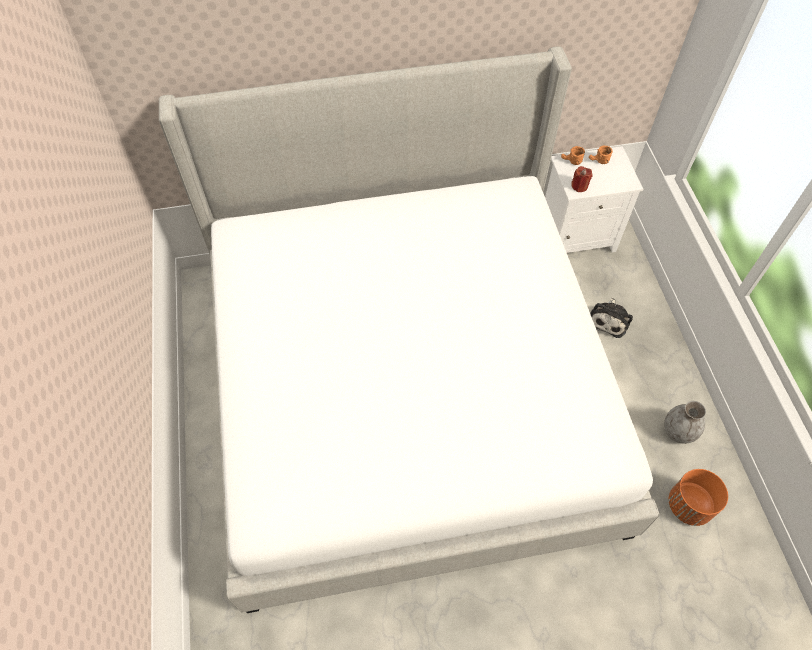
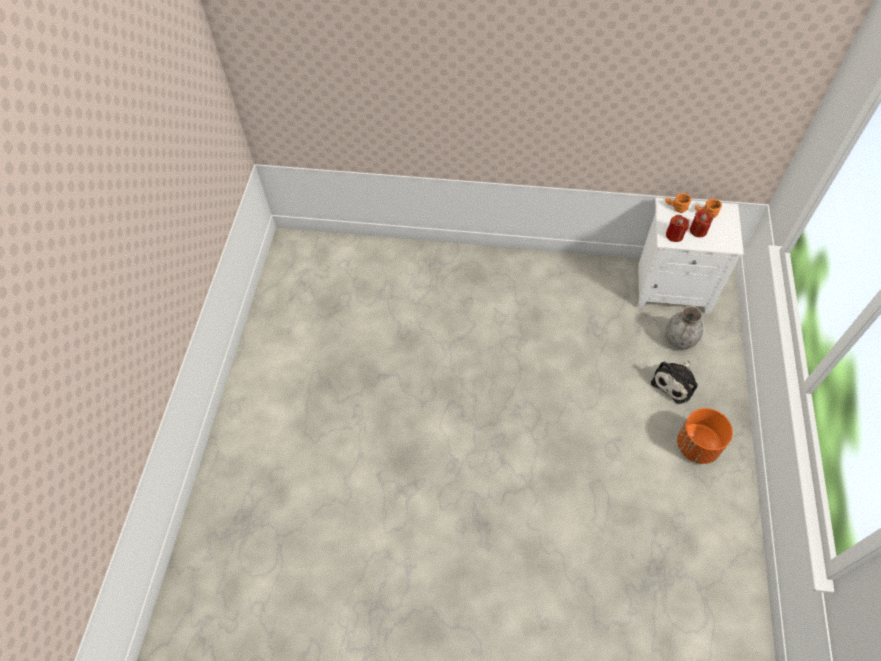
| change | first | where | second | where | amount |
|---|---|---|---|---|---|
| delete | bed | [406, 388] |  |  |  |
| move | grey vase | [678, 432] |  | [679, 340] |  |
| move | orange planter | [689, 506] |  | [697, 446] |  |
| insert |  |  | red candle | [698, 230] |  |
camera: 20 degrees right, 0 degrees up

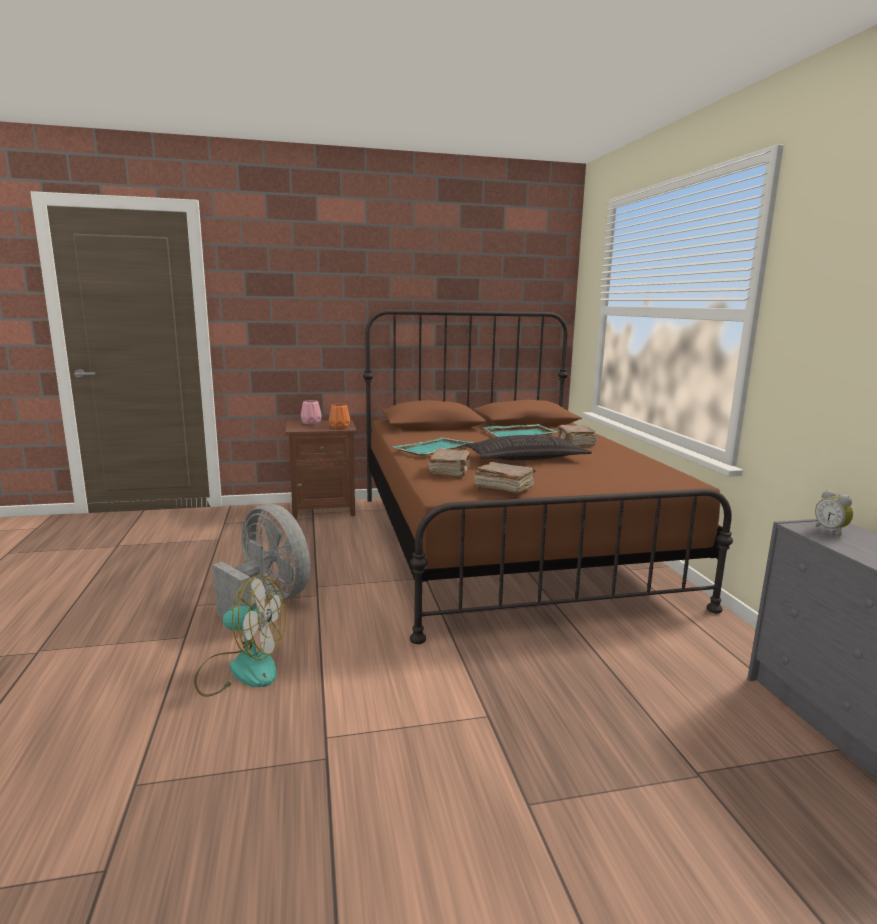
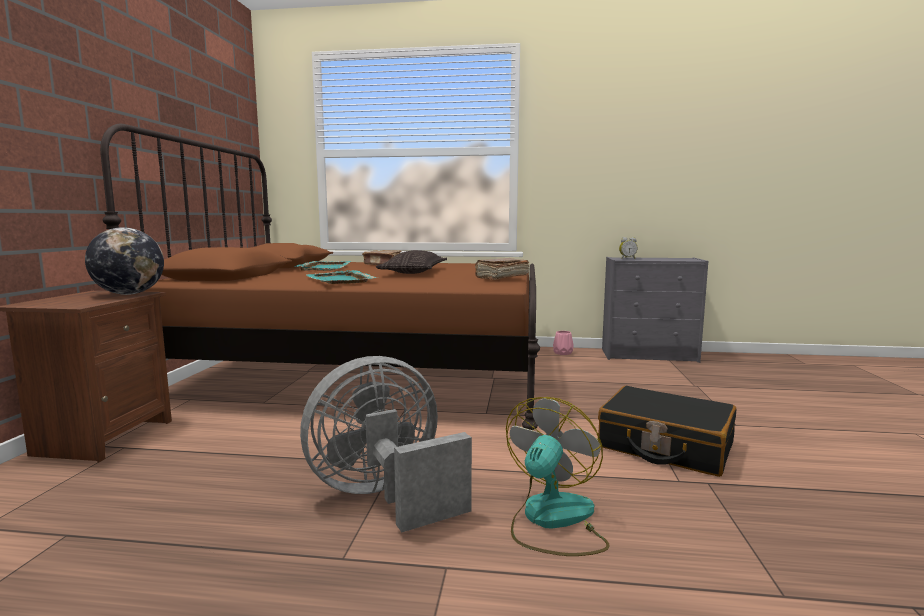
| change | first | where | second | where | amount |
|---|---|---|---|---|---|
| move | pink vase | [311, 423] |  | [562, 353] |  |
| replace | orange vase | [340, 427] | globe | [129, 294] |  |
| delete | brown book | [450, 471] |  |  |  |
| insert |  |  | black suitcase | [665, 446] |  |
camera: 70 degrees left, 5 degrees down

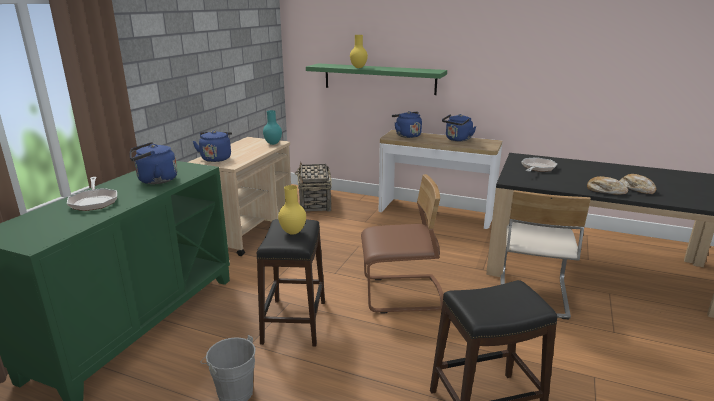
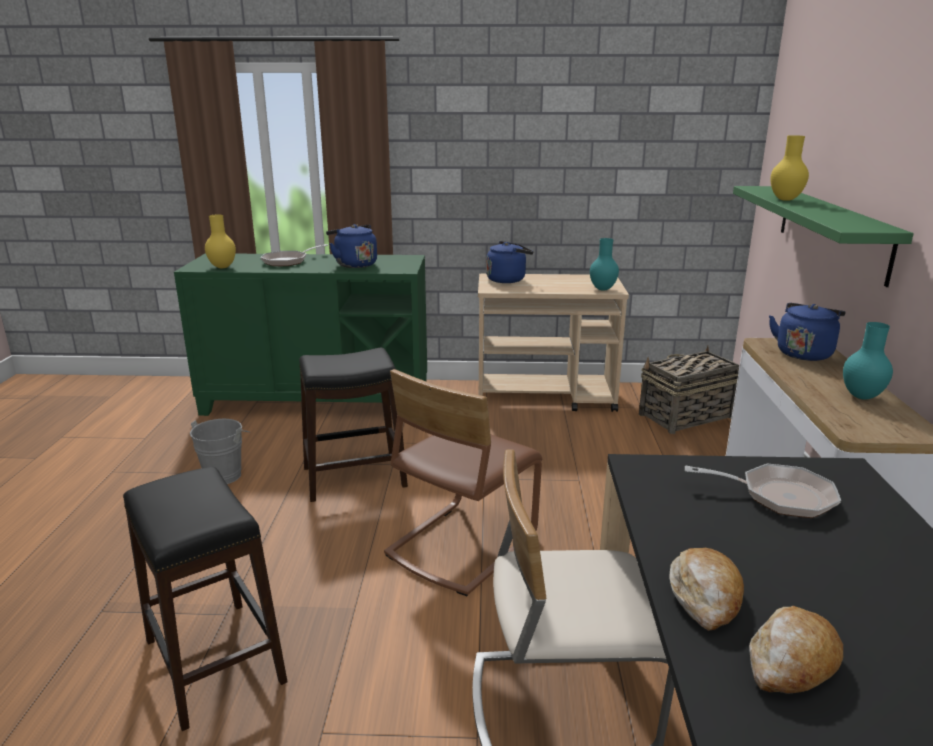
| change | first | where | second | where | amount |
|---|---|---|---|---|---|
| replace | blue kettle | [457, 139] | turquoise vase | [860, 396] |  |
| rotate | brown chair | [402, 295] |  | [461, 545] | 60 degrees clockwise |
| move | yellow vase | [292, 232] |  | [222, 267] |  |
camera: 70 degrees right, 0 degrees up

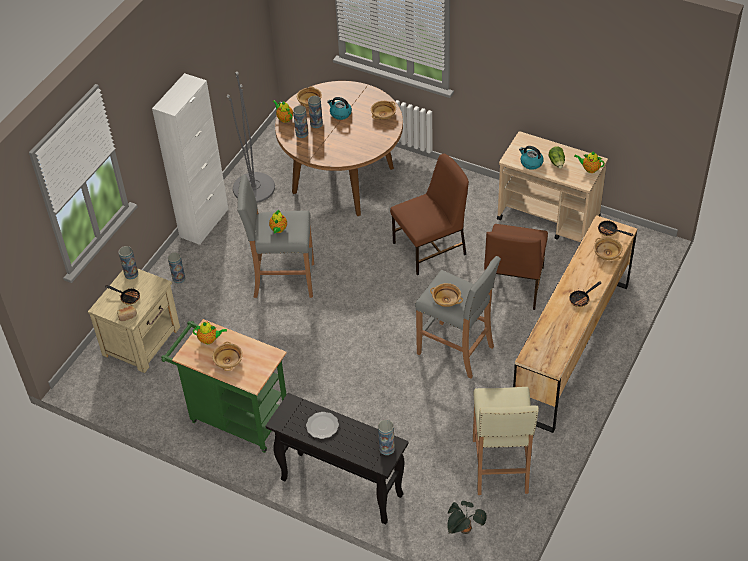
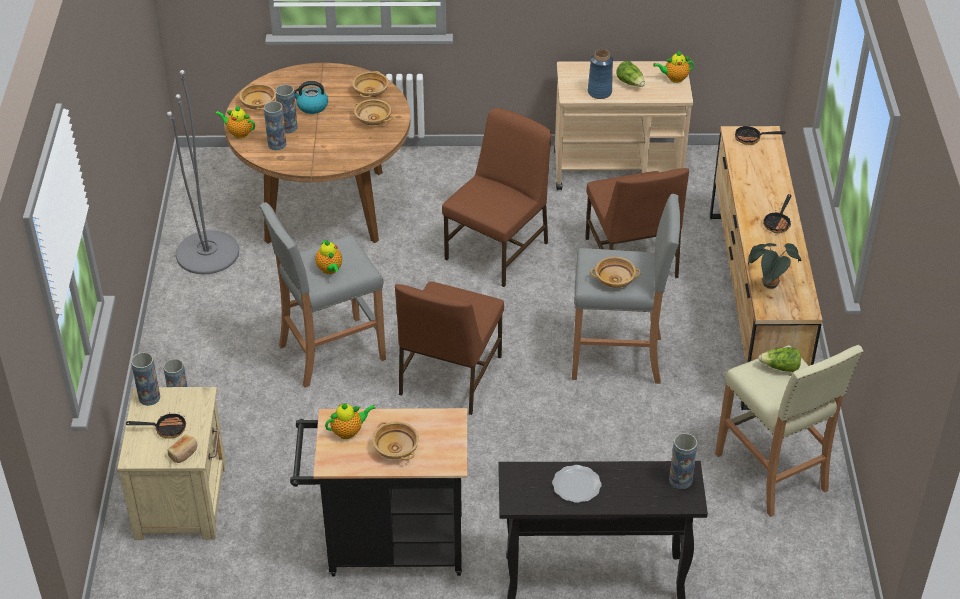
| change | first | where | second | where | amount |
|---|---|---|---|---|---|
| delete | white cabinet | [204, 223] |  |  |  |
| replace | kettle | [531, 163] | blue vase | [599, 92] |  |
| move | beige bowl | [606, 253] |  | [372, 119] |  |
| recolor | green cart | [235, 417] | black cart | [386, 547] |  |
| move | potted plant | [464, 531] |  | [770, 286] |  |
| insert |  |  | brown chair | [449, 376] |  |
| insert |  |  | lettuce | [780, 367] |  |
camera: 30 degrees left, 5 degrees down

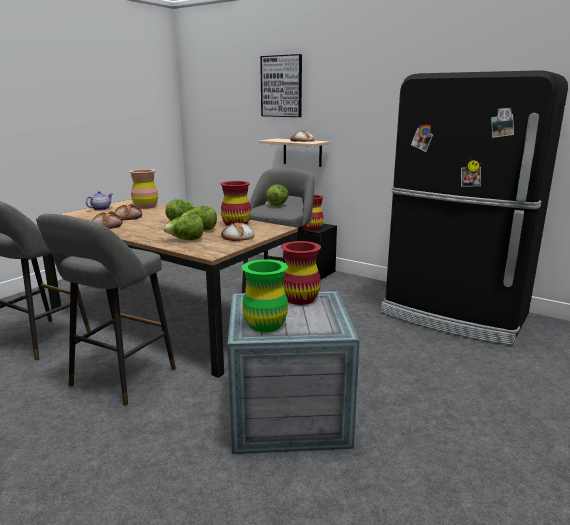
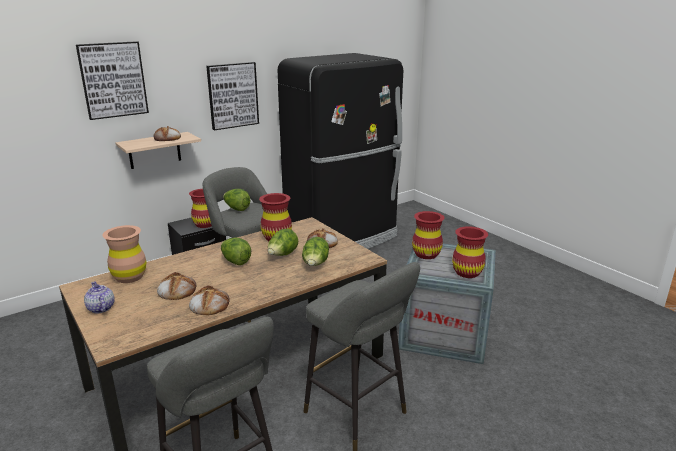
| change | first | where | second | where | amount |
|---|---|---|---|---|---|
| recolor | green vase | [265, 325] | red vase | [467, 272] |  |
| insert |  |  | picture | [233, 95] |  |
camera: 70 degrees left, 5 degrees up

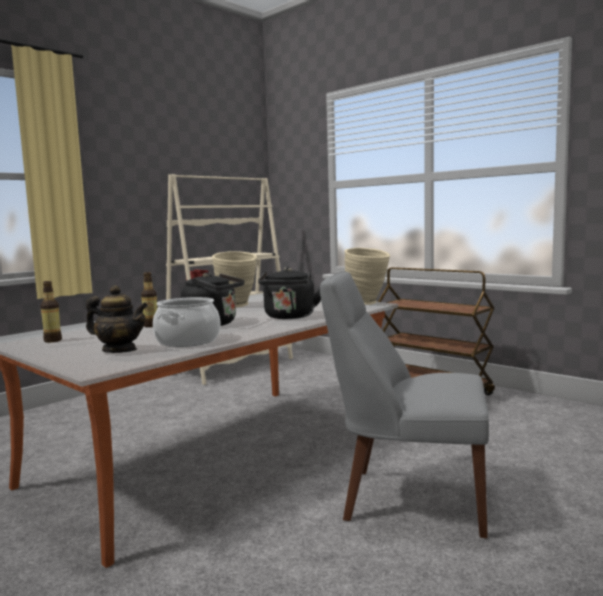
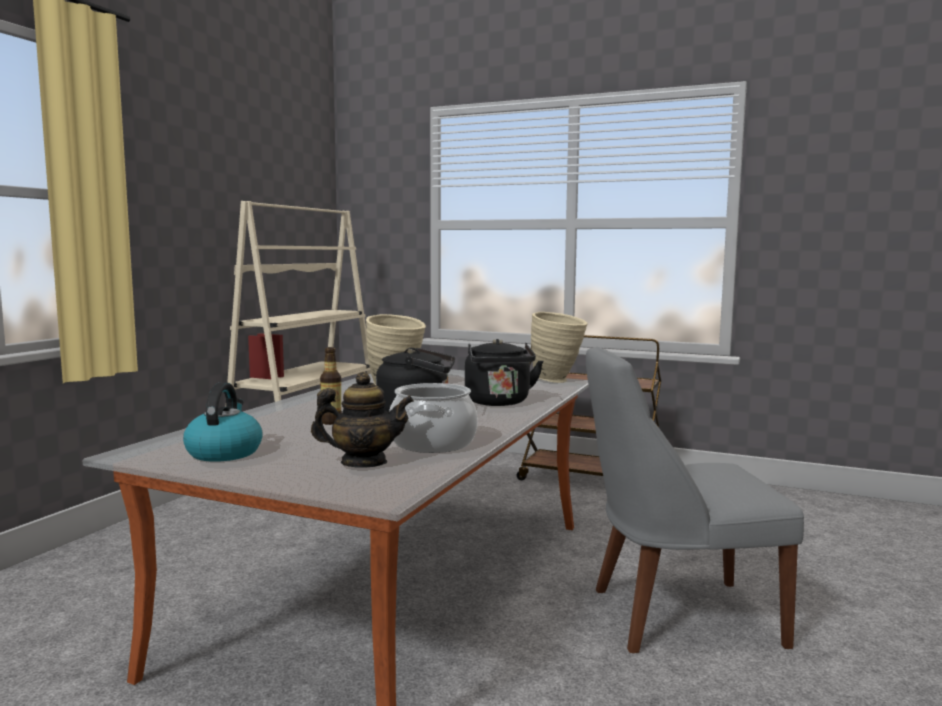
| change | first | where | second | where | amount |
|---|---|---|---|---|---|
| replace | bottle | [53, 340] | kettle | [224, 452] |  |
camera: 20 degrees left, 0 degrees up

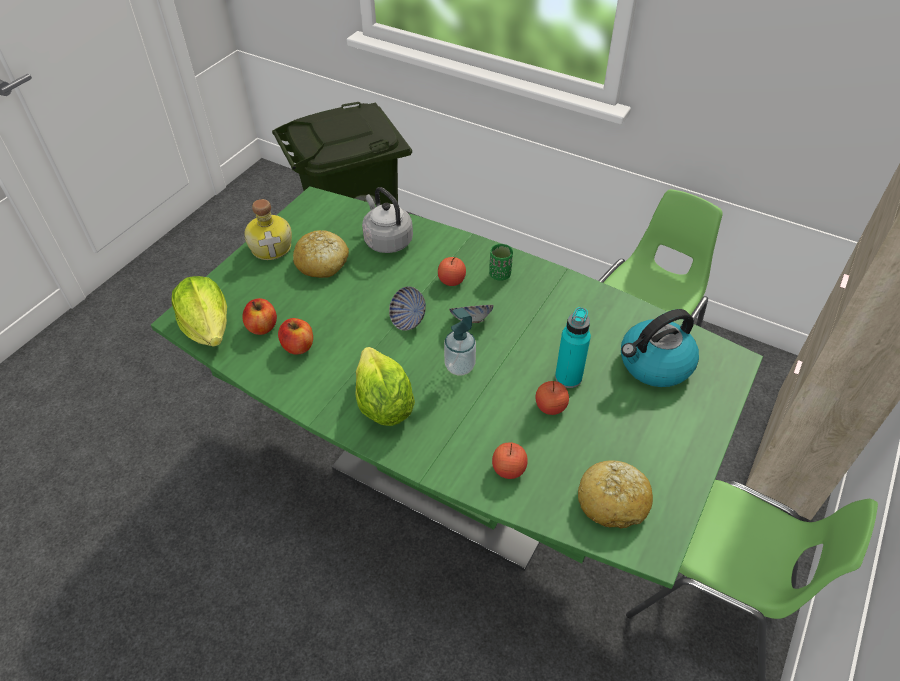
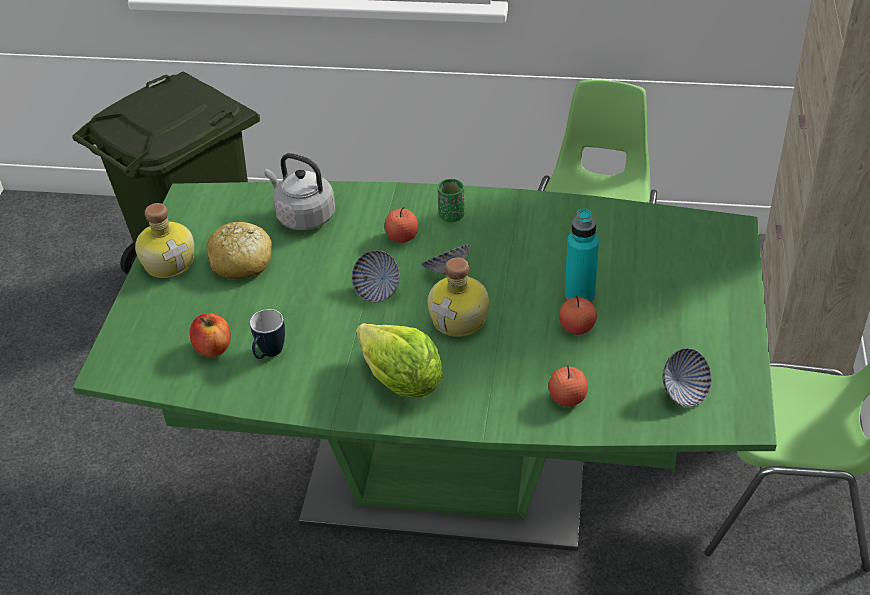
| change | first | where | second | where | amount |
|---|---|---|---|---|---|
| delete | lettuce | [208, 328] |  |  |  |
| replace | soap dispenser | [459, 366] | bottle | [461, 319] |  |
| delete | kettle | [654, 364] |  |  |  |
| replace | apple | [298, 346] | mug | [269, 355] |  |
| replace | bread | [613, 501] | bowl | [684, 392] |  |
camera: 20 degrees left, 5 degrees down

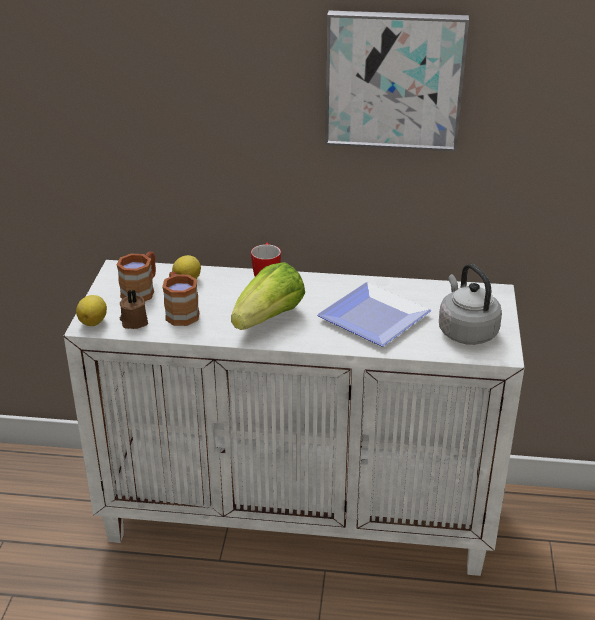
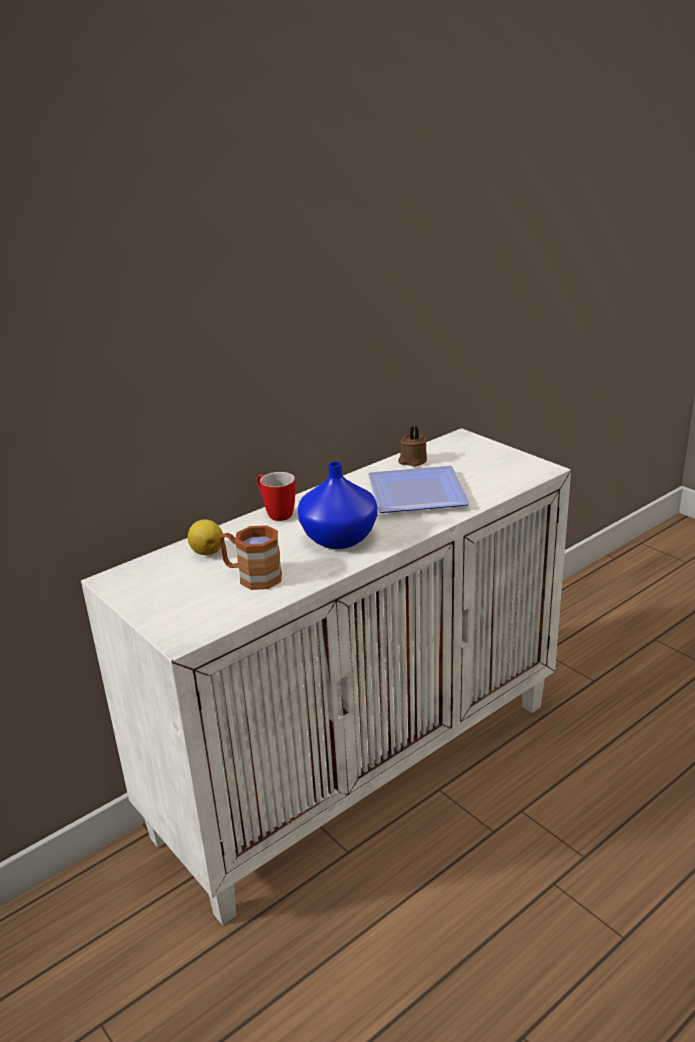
| change | first | where | second | where | amount |
|---|---|---|---|---|---|
| delete | picture | [394, 80] |  |  |  |
| delete | brown mug | [141, 290] |  |  |  |
| replace | lettuce | [269, 318] | blue vase | [340, 538] |  |
| delete | grey kettle | [466, 331] |  |  |  |
| move | brown candle | [134, 321] |  | [412, 461] |  |
| delete | lemon | [94, 322] |  |  |  |
camera: 45 degrees left, 5 degrees down

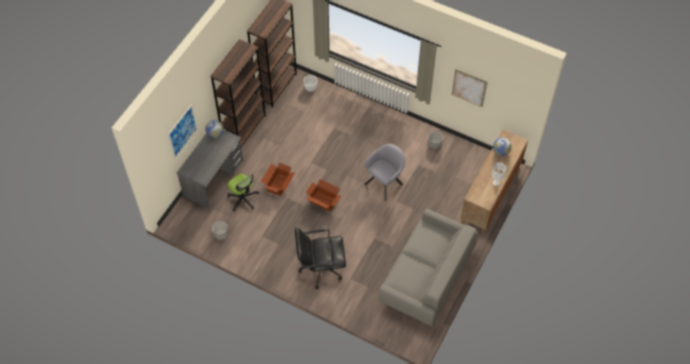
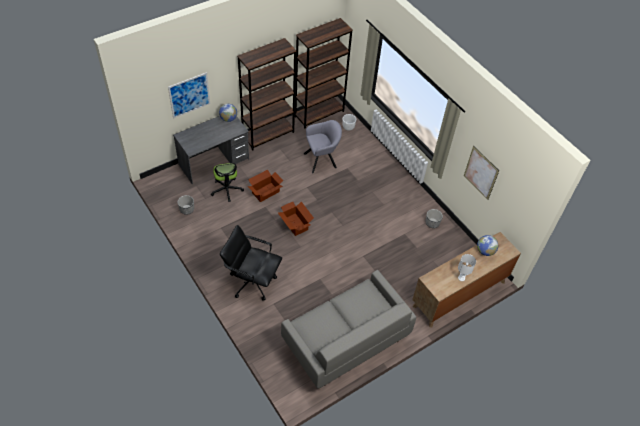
| change | first | where | second | where | amount |
|---|---|---|---|---|---|
| move | grey armchair | [385, 183] |  | [322, 160] |  |
camera: 25 degrees right, 5 degrees down

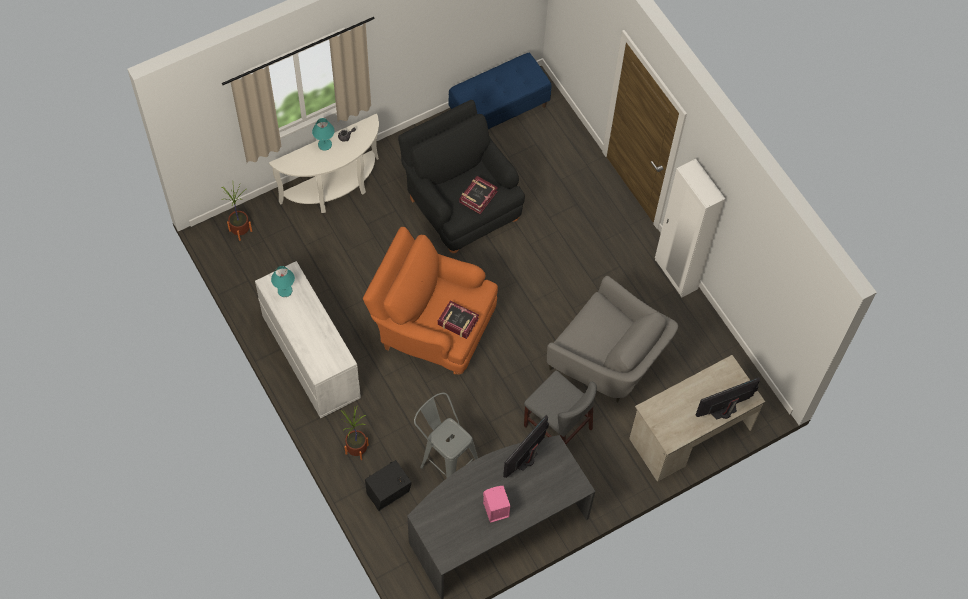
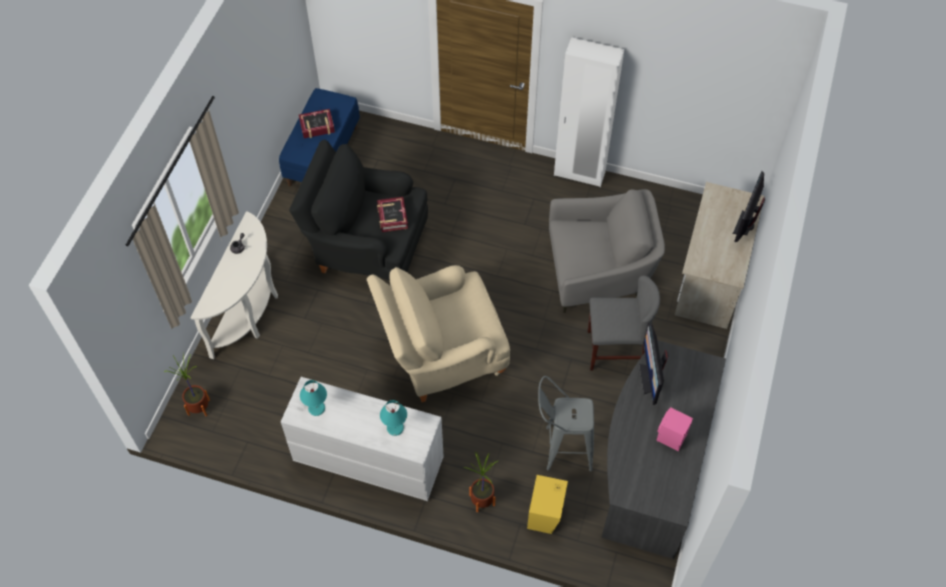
| change | first | where | second | where | amount |
|---|---|---|---|---|---|
| move | turquoise table lamp | [324, 145] |  | [395, 428] |  |
| recolor | orange armchair | [432, 327] | beige armchair | [441, 354] |  |
| move | book | [458, 322] |  | [317, 126] |  |
| recolor | black speaker | [389, 494] | yellow speaker | [545, 512] |  |
camera: 40 degrees left, 5 degrees down

